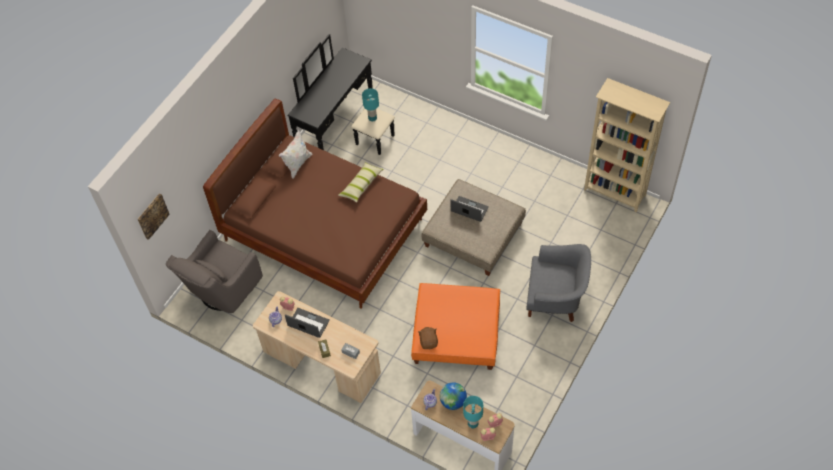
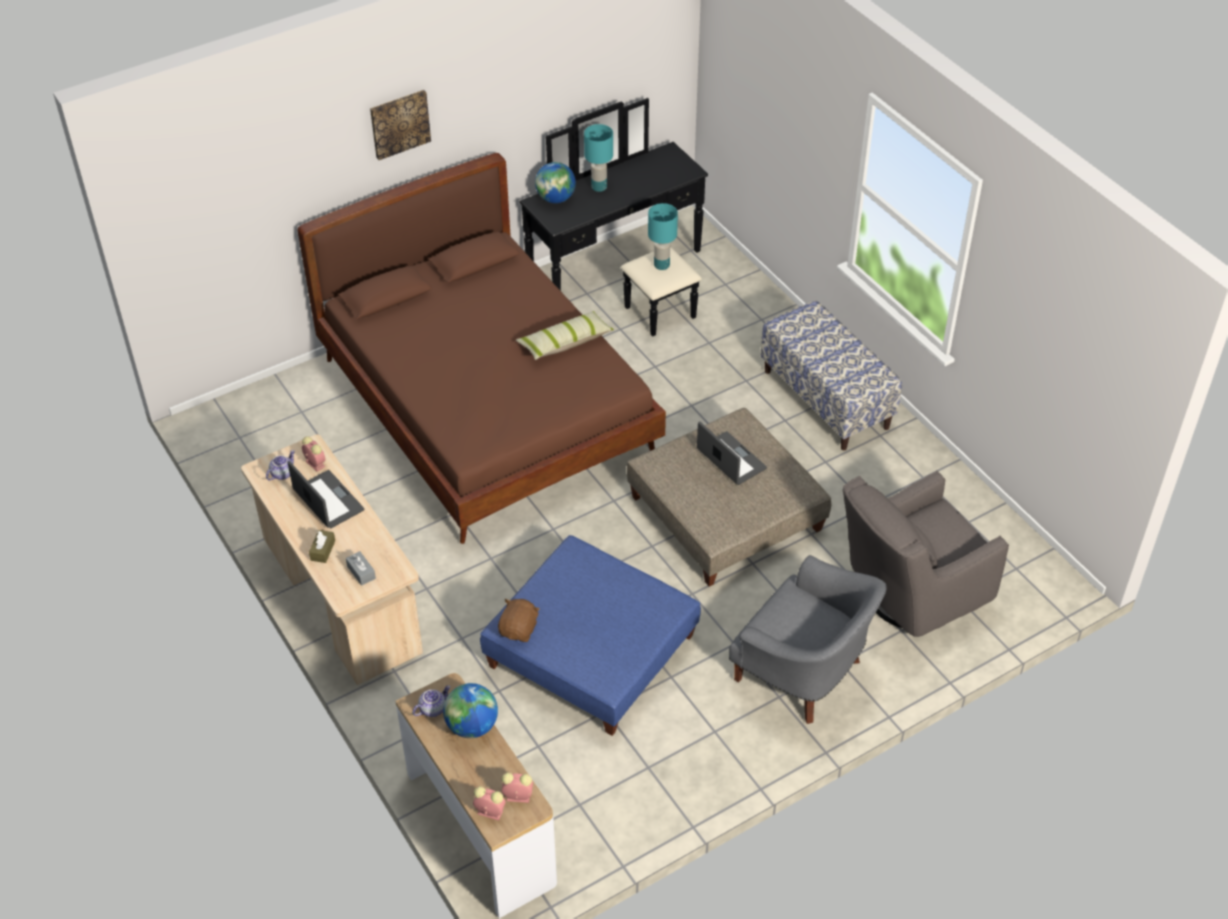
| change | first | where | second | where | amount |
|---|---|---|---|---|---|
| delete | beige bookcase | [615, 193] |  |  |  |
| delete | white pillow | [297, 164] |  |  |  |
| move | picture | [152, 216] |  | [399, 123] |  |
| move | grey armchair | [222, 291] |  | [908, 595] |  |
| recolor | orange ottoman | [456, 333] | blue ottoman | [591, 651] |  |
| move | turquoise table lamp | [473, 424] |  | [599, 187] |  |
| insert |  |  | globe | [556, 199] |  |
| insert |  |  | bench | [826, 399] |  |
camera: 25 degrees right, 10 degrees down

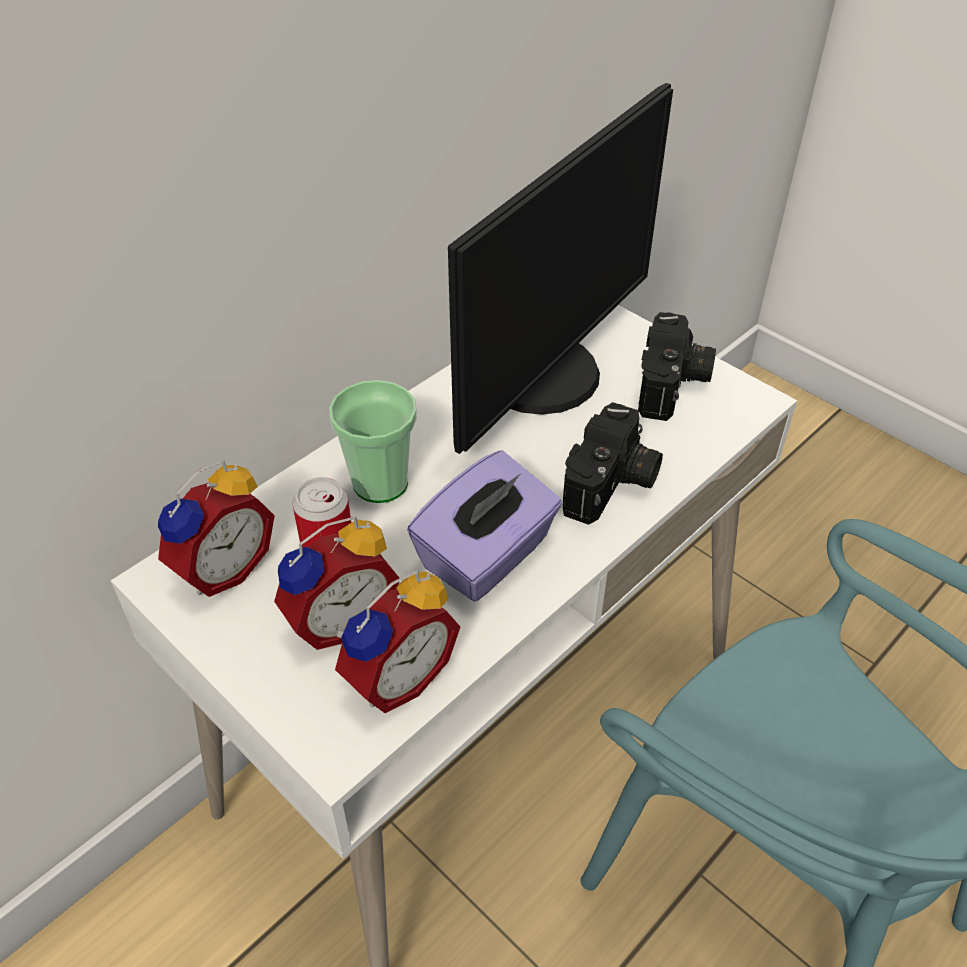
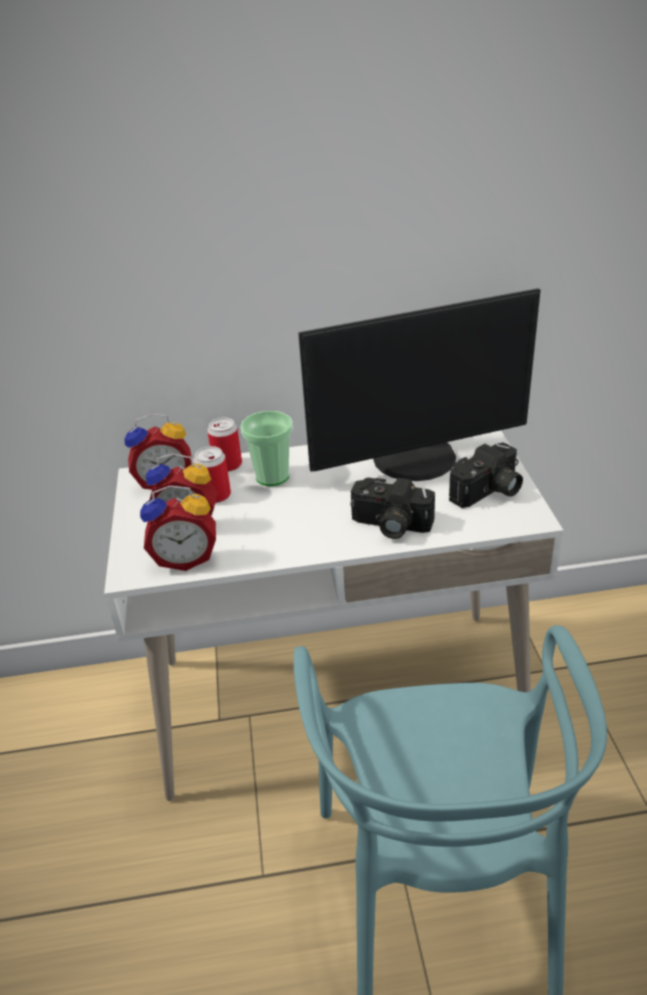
| change | first | where | second | where | amount |
|---|---|---|---|---|---|
| rotate | photo camera | [612, 485] |  | [390, 525] | 45 degrees clockwise |
| delete | purple tissue box | [487, 556] |  |  |  |
| insert |  |  | can | [227, 465] |  |
camera: 40 degrees right, 10 degrees down

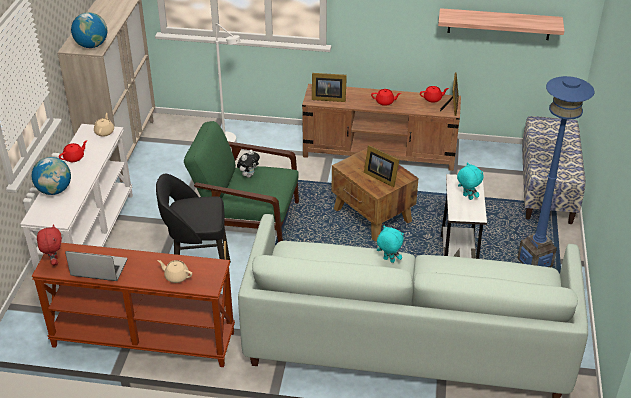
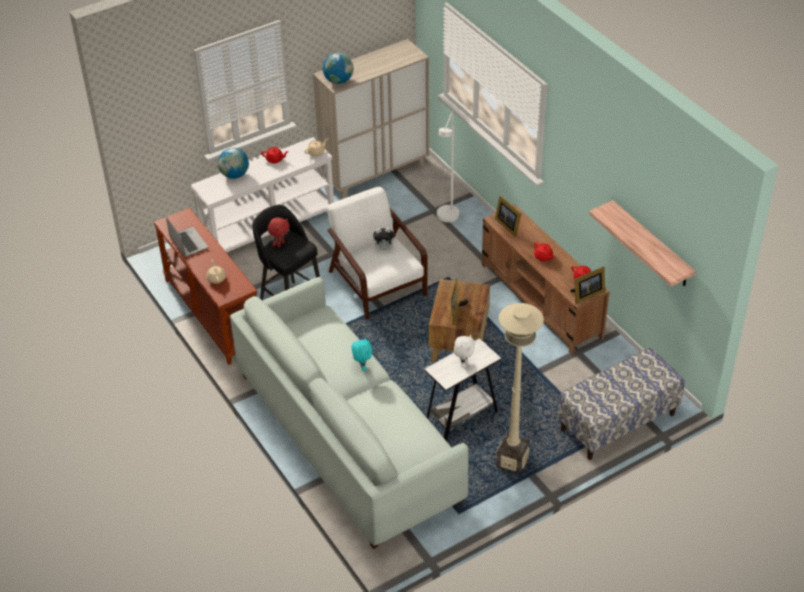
| change | first | where | second | where | amount |
|---|---|---|---|---|---|
| recolor | blue floor lamp | [535, 262] | beige floor lamp | [512, 462] |  |
| recolor | green armchair | [246, 219] | white armchair | [376, 282] |  |
| recolor | turquoise plush toy | [467, 197] | white plush toy | [463, 363] |  |
| move | red plush toy | [54, 261] |  | [280, 244] |  |
camera: 50 degrees right, 5 degrees up

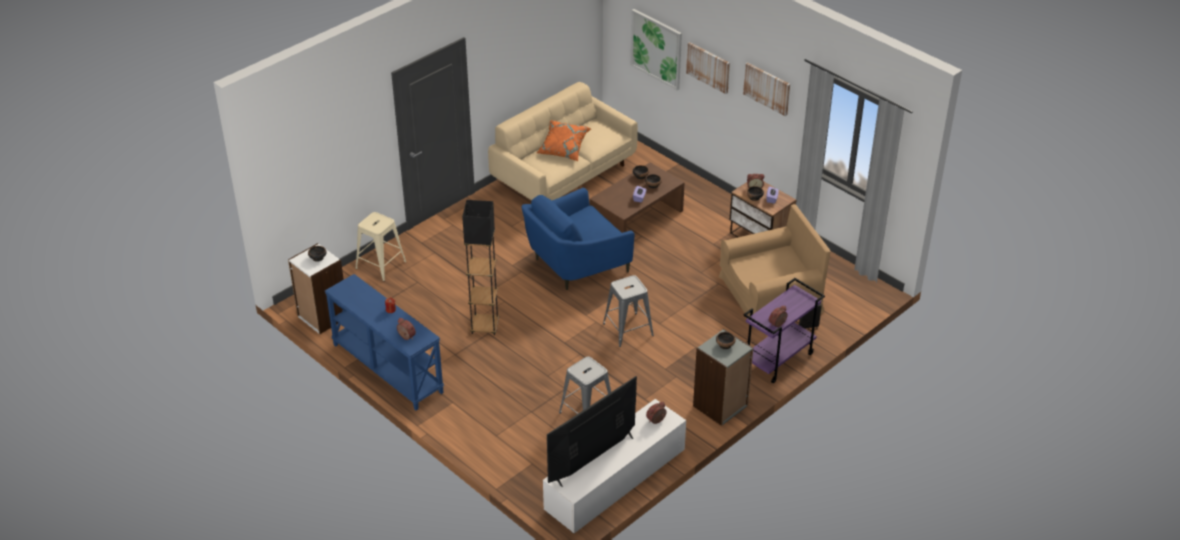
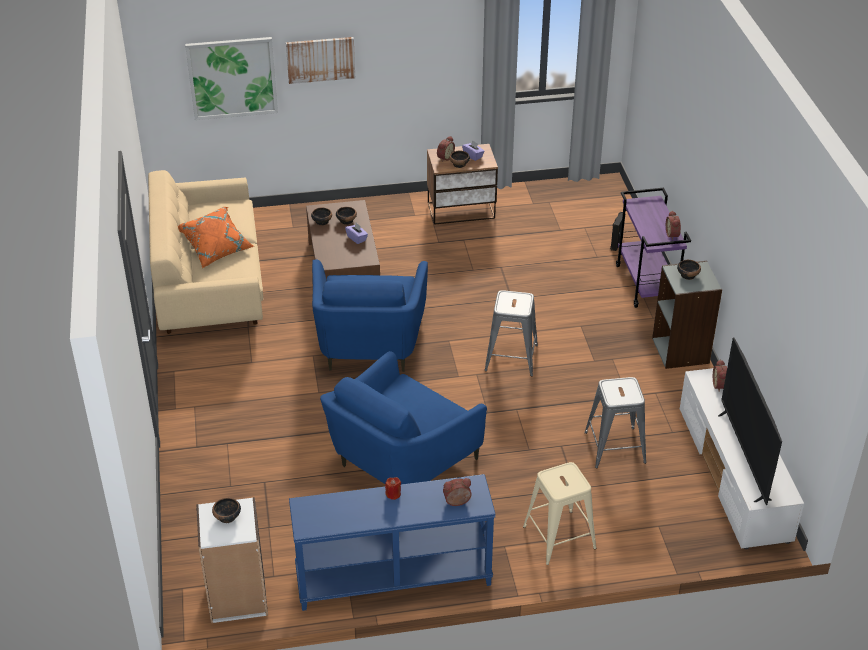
| change | first | where | second | where | amount |
|---|---|---|---|---|---|
| delete | picture | [767, 88] |  |  |  |
| replace | black floor lamp | [484, 326] | blue armchair | [401, 461] |  |
| delete | brown armchair | [770, 294] |  |  |  |
| move | beige stool | [381, 265] |  | [559, 537] |  |
camera: 55 degrees left, 0 degrees up

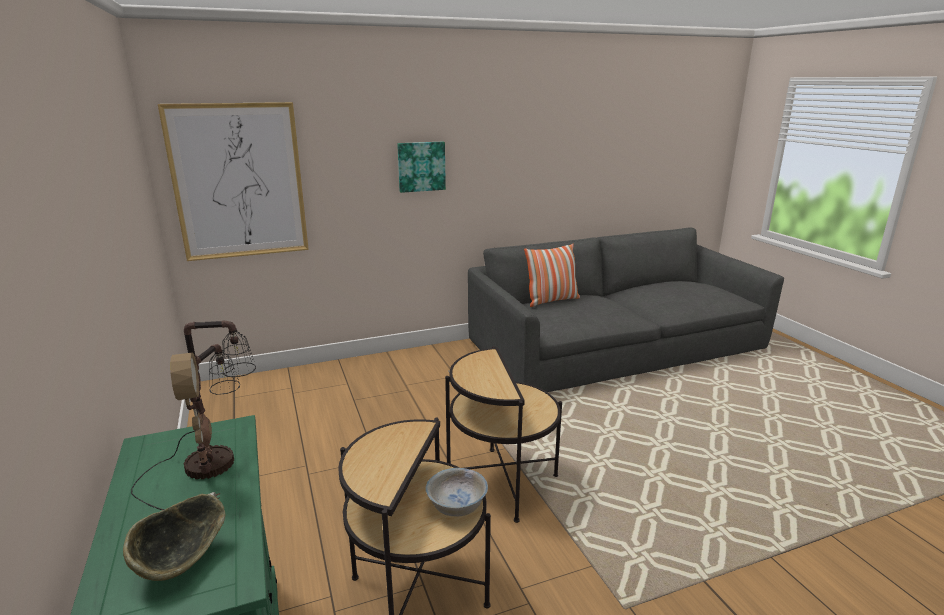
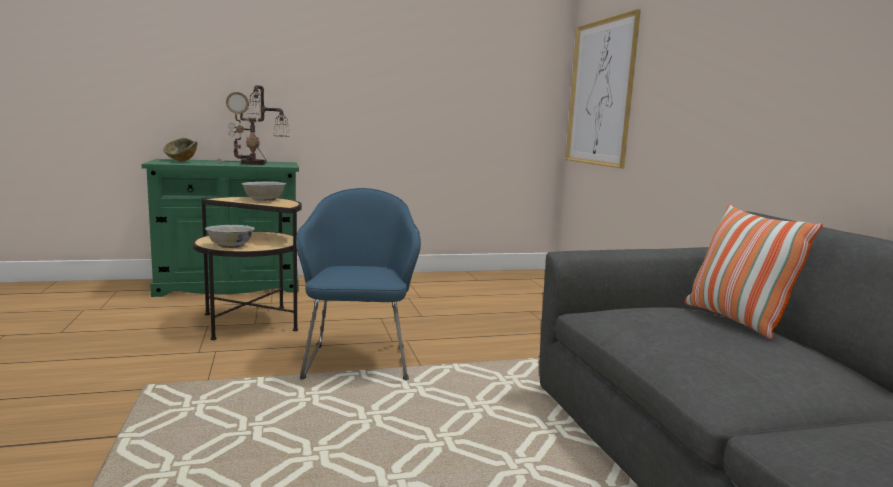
| change | first | where | second | where | amount |
|---|---|---|---|---|---|
| delete | picture | [421, 166] |  |  |  |
| replace | side table | [503, 482] | blue armchair | [358, 359] |  |
| insert |  |  | white bowl | [264, 200] |  |
camera: 95 degrees right, 10 degrees down

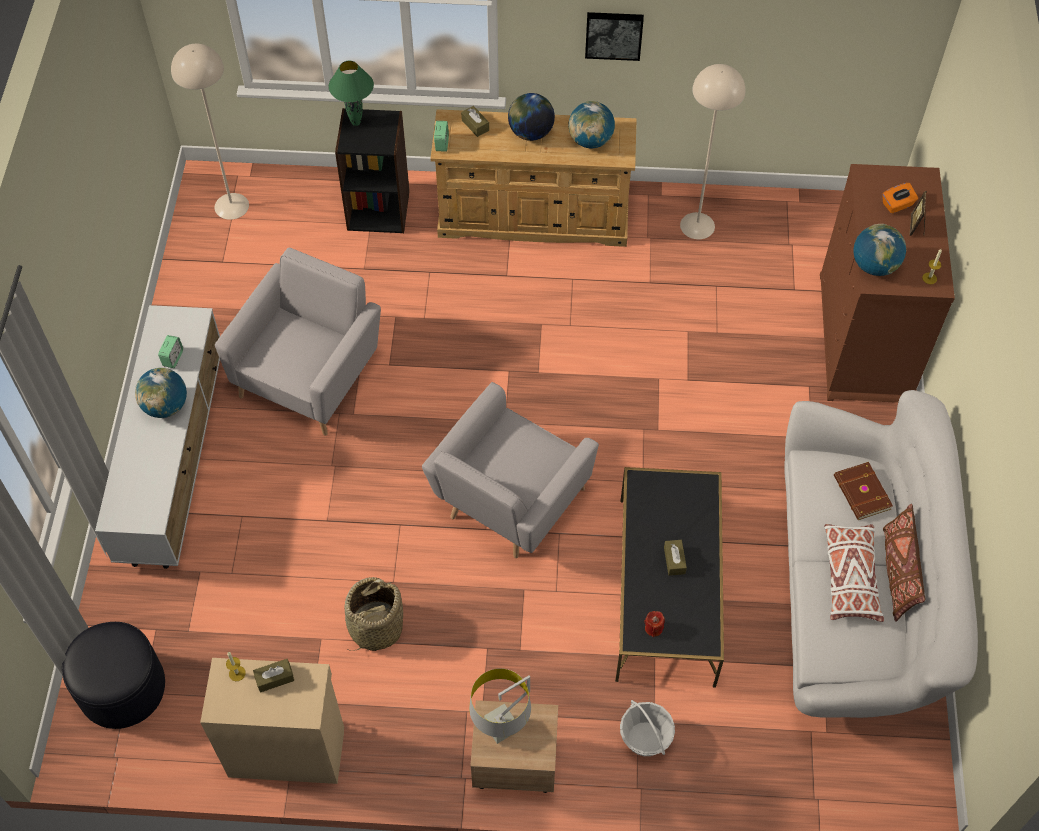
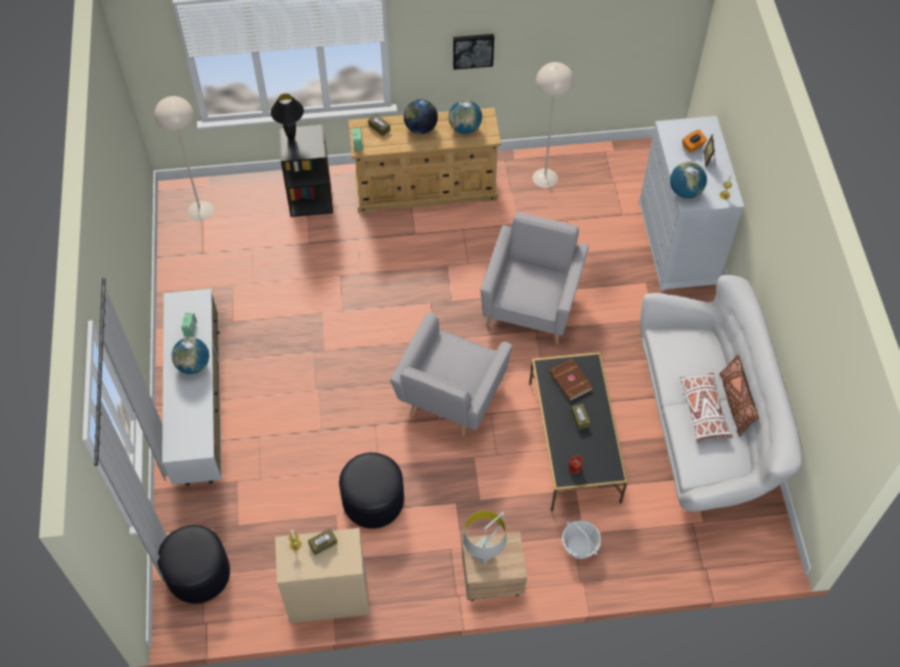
| change | first | where | second | where | amount |
|---|---|---|---|---|---|
| recolor | green table lamp | [356, 123] | black table lamp | [291, 137] |  |
| recolor | brown dresser | [865, 338] | white dresser | [678, 242] |  |
| move | grey armchair | [310, 375] |  | [531, 303] |  |
| move | brown book | [861, 493] |  | [569, 381] |  |
| replace | basket | [375, 627] | black ottoman | [373, 500] |  |
camera: 10 degrees left, 0 degrees up

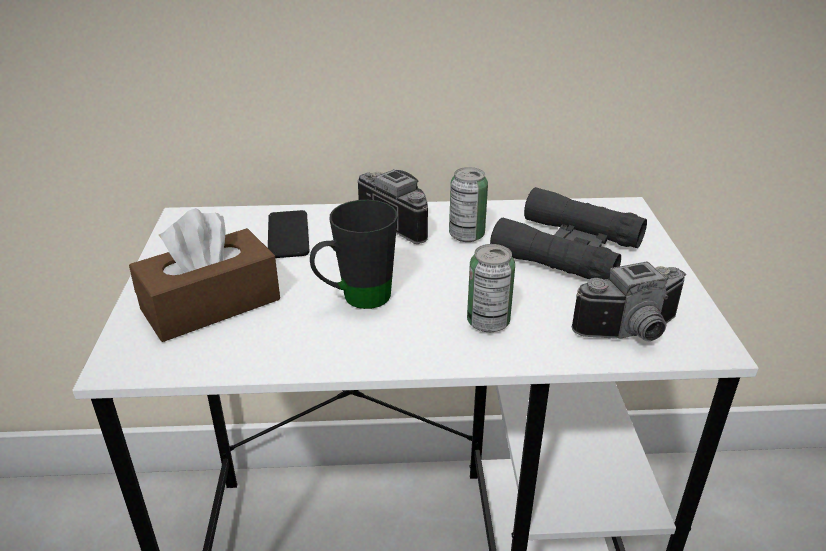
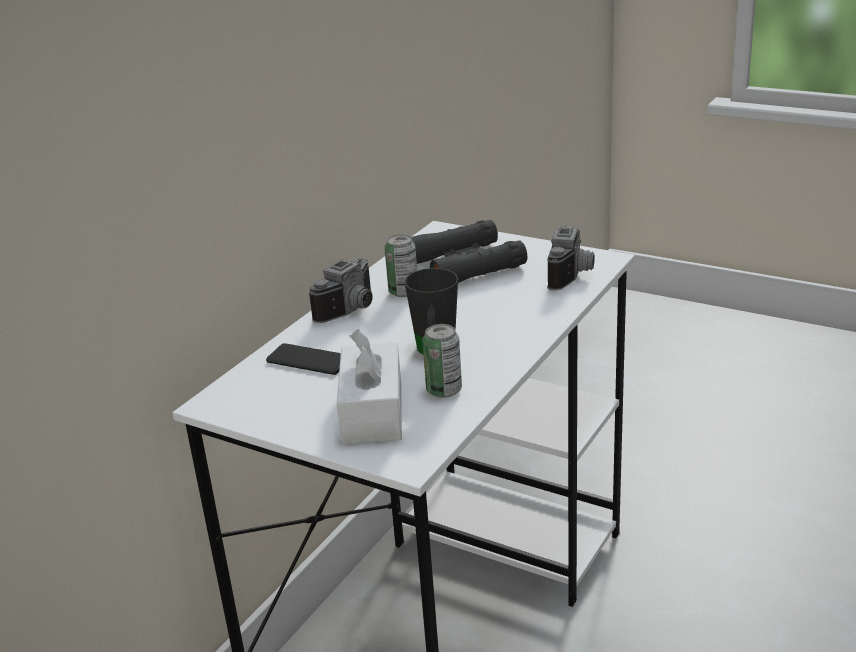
| change | first | where | second | where | amount |
|---|---|---|---|---|---|
| rotate | photo camera | [403, 222] |  | [352, 310] | 135 degrees clockwise |
| recolor | brown tissue box | [211, 304] | white tissue box | [372, 411] |  |
| move | can | [488, 322] |  | [444, 390] |  |
camera: 55 degrees left, 5 degrees down

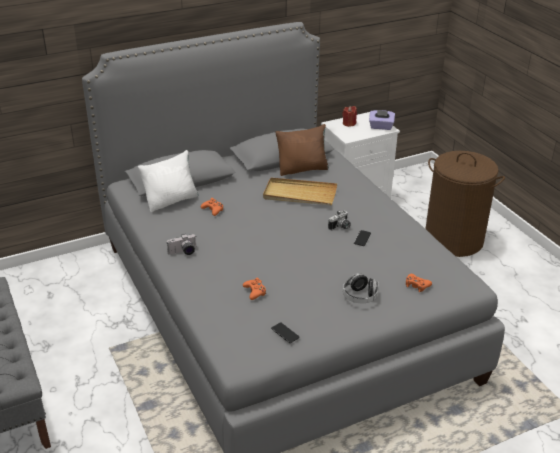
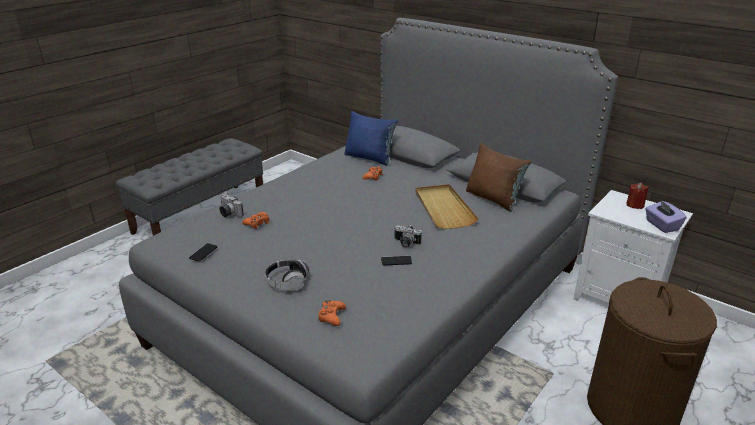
| change | first | where | second | where | amount |
|---|---|---|---|---|---|
| recolor | white pillow | [171, 201] | blue pillow | [370, 158] |  |
| move | photo camera | [183, 252] |  | [228, 213] |  |
camera: 65 degrees right, 5 degrees down

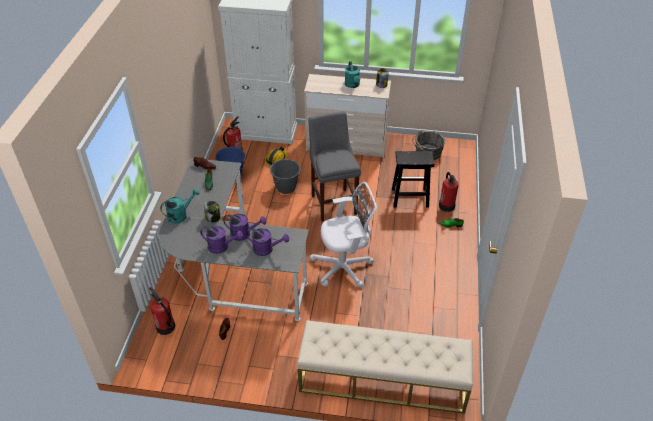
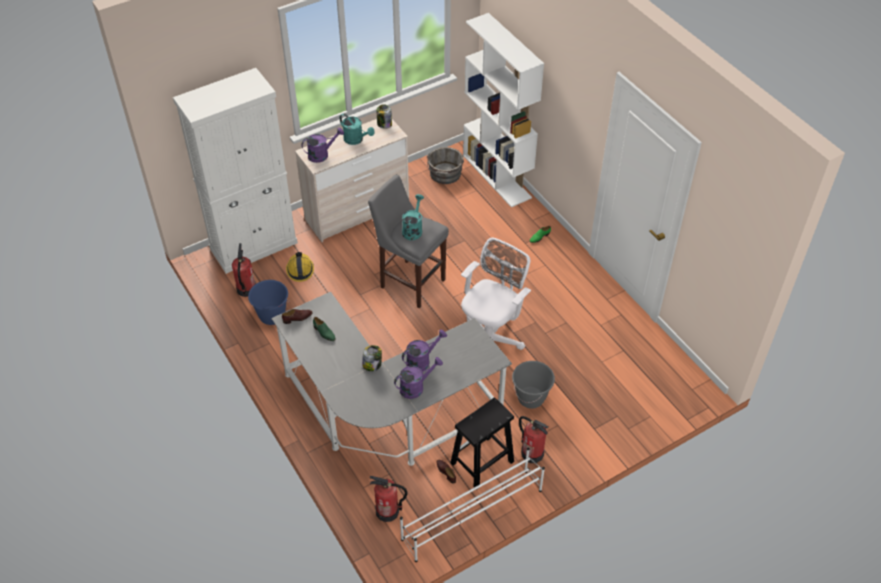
| change | first | where | second | where | amount |
|---|---|---|---|---|---|
| move | black stool | [409, 198] |  | [481, 463] |  |
| move | grey bucket | [286, 188] |  | [531, 398] |  |
| move | fire extinguisher | [446, 205] |  | [532, 453] |  |
| move | turquoise watering can | [180, 215] |  | [413, 229] |  |
| move | purple watering can | [266, 249] |  | [322, 154] |  |
| delete | beige bench | [382, 380] |  |  |  |
| insert |  |  | white bookcase | [497, 176] |  |
| insert |  |  | white shoe rack | [471, 515] |  |
camera: 40 degrees left, 5 degrees up

